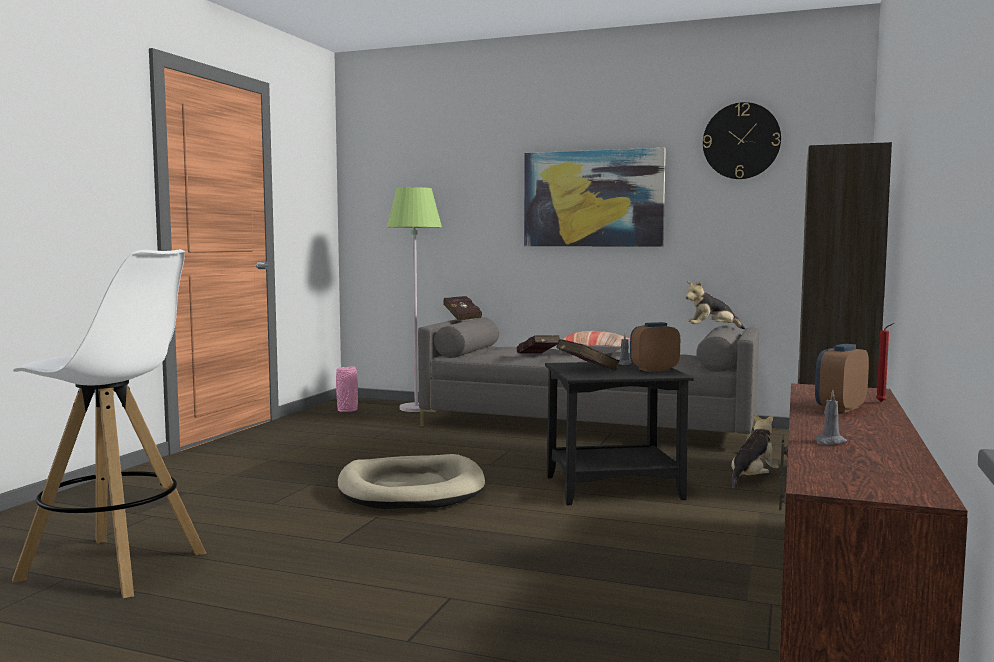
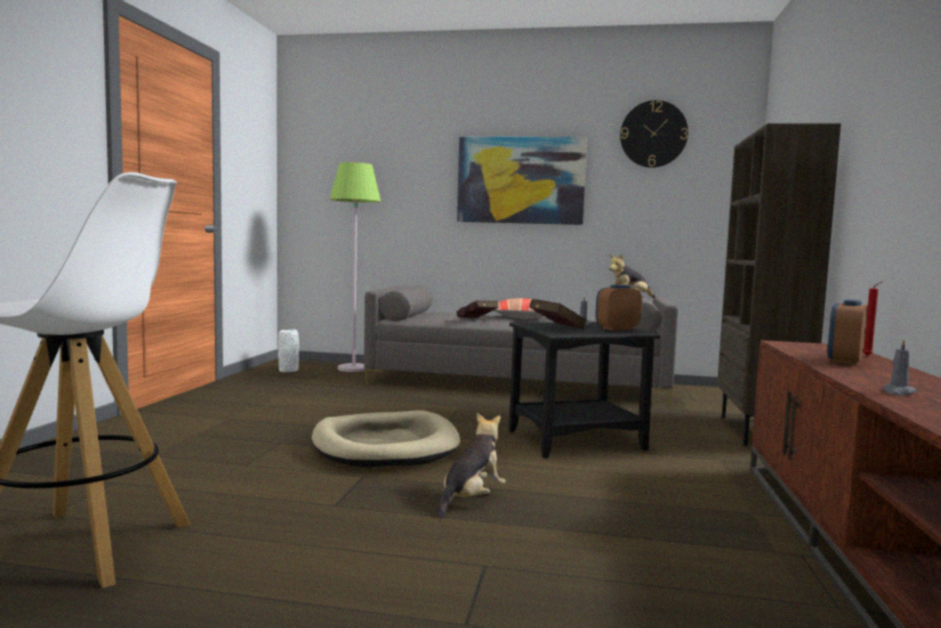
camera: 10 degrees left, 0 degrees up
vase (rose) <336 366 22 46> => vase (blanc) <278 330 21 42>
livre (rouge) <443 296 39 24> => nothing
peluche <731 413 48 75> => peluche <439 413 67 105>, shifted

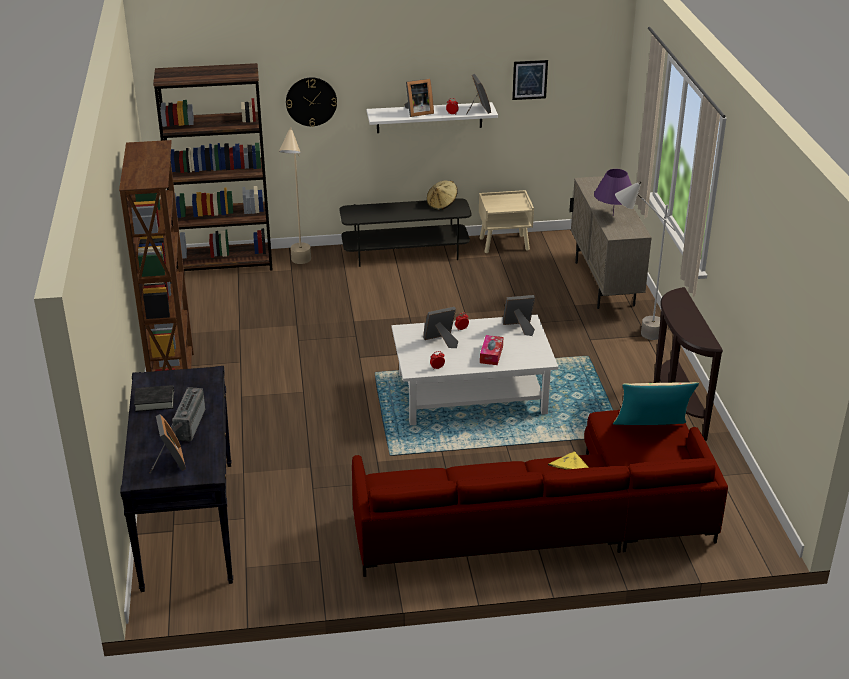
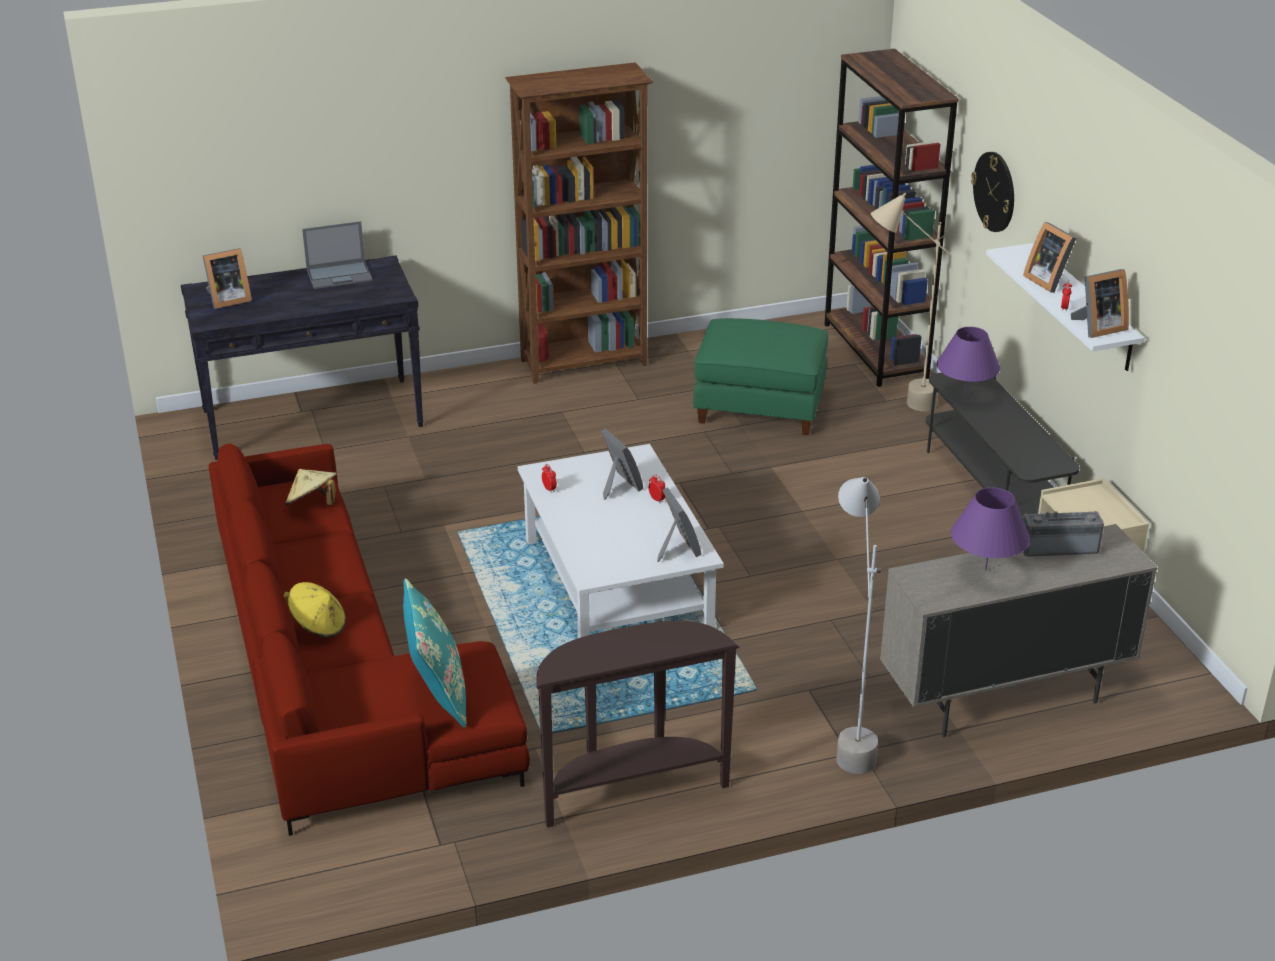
camera: 80 degrees right, 0 degrees up
livre (noir) <134 385 40 27> => ordinateur portable <302 221 71 68>
radio <171 387 35 54> => radio <1023 511 81 45>, shifted
chapeau (beige) <427 180 31 30> => chapeau (beige) <285 469 52 36>, shifted
boîte à mouchoirs <480 335 23 30> => nothing
tableau <512 60 36 40> => nothing
coussin (beige) <613 382 86 43> => coussin (turquoise) <403 578 63 150>
nothing => pouf (vert) <693 318 135 117>
nothing => lampe de table (violet) <937 327 63 69>

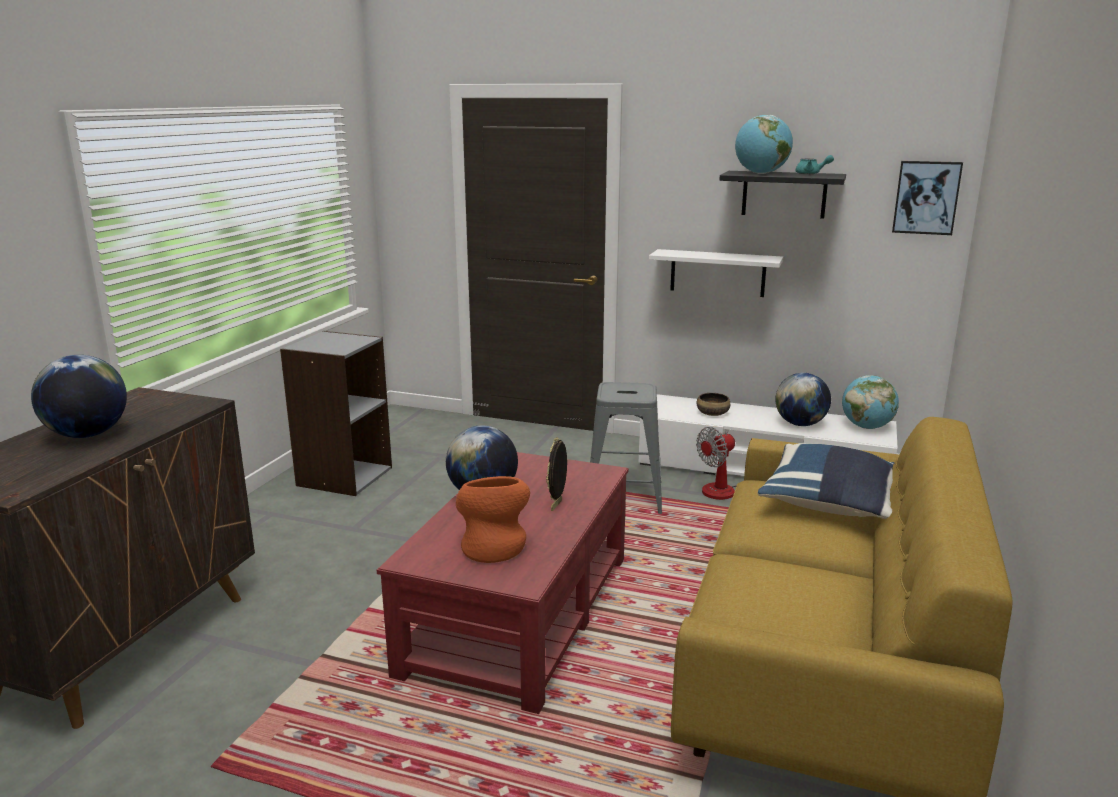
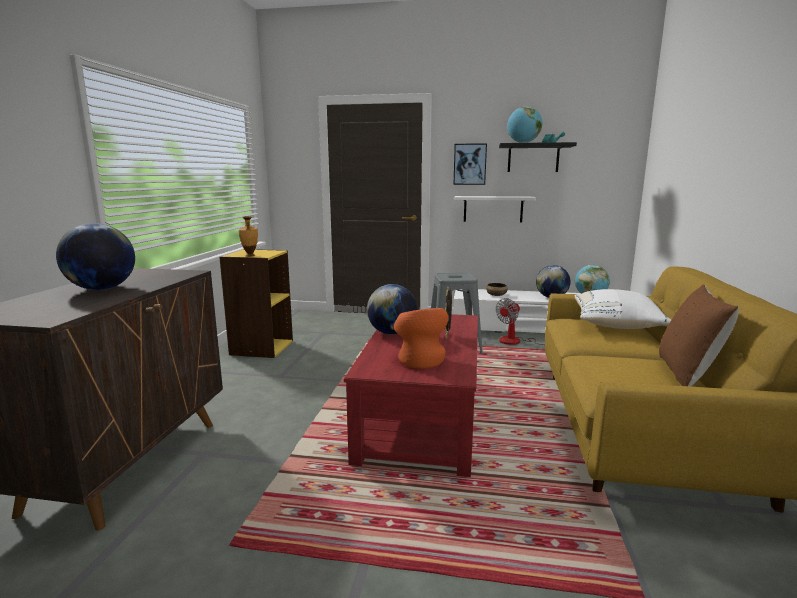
camera: 10 degrees left, 5 degrees down
bibliothèque (gris) <280 331 112 165> => bibliothèque (jaune) <219 249 74 109>
coussin (bleu) <758 443 137 76> => coussin (blanc) <575 289 96 40>
tableau <892 161 71 74> => tableau <453 143 34 42>, shifted
nothing => vase <239 216 19 41>
nothing => coussin (marron) <659 285 80 102>

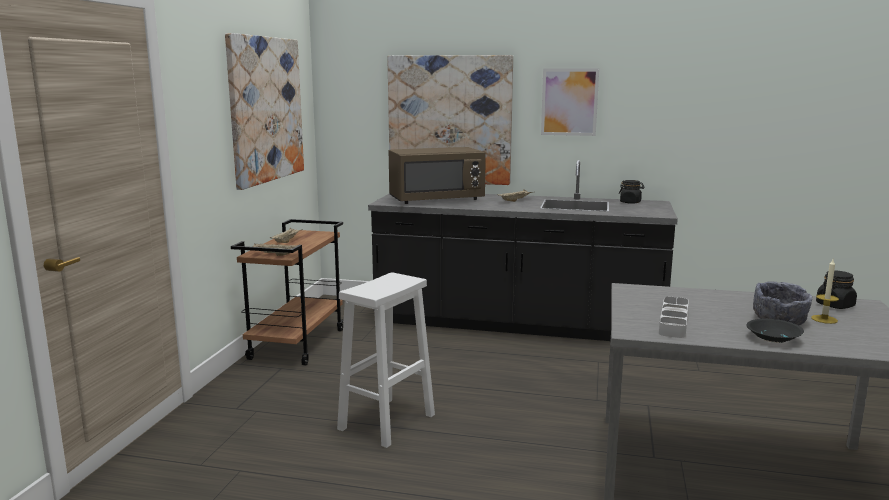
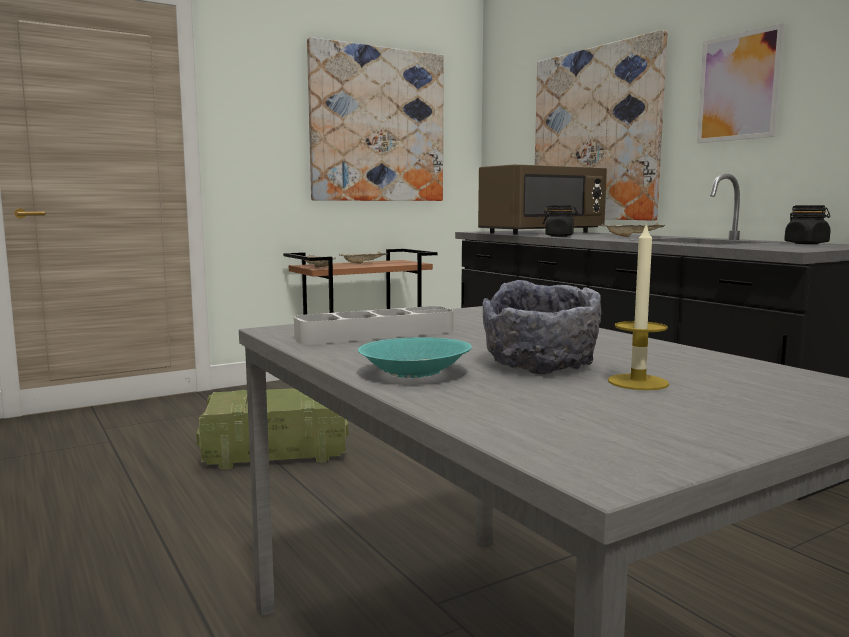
camera: 45 degrees right, 5 degrees down
tabouret (blanc) <337 272 98 176> => caisse <196 388 153 81>
micro-ondes (marron) <389 147 97 57> => micro-ondes (marron) <478 164 129 71>, 60 degrees counterclockwise
bol (noir) <746 319 58 24> => bol (turquoise) <358 337 114 41>
bocal (noir) <816 270 41 39> => bocal (noir) <543 205 35 32>, shifted

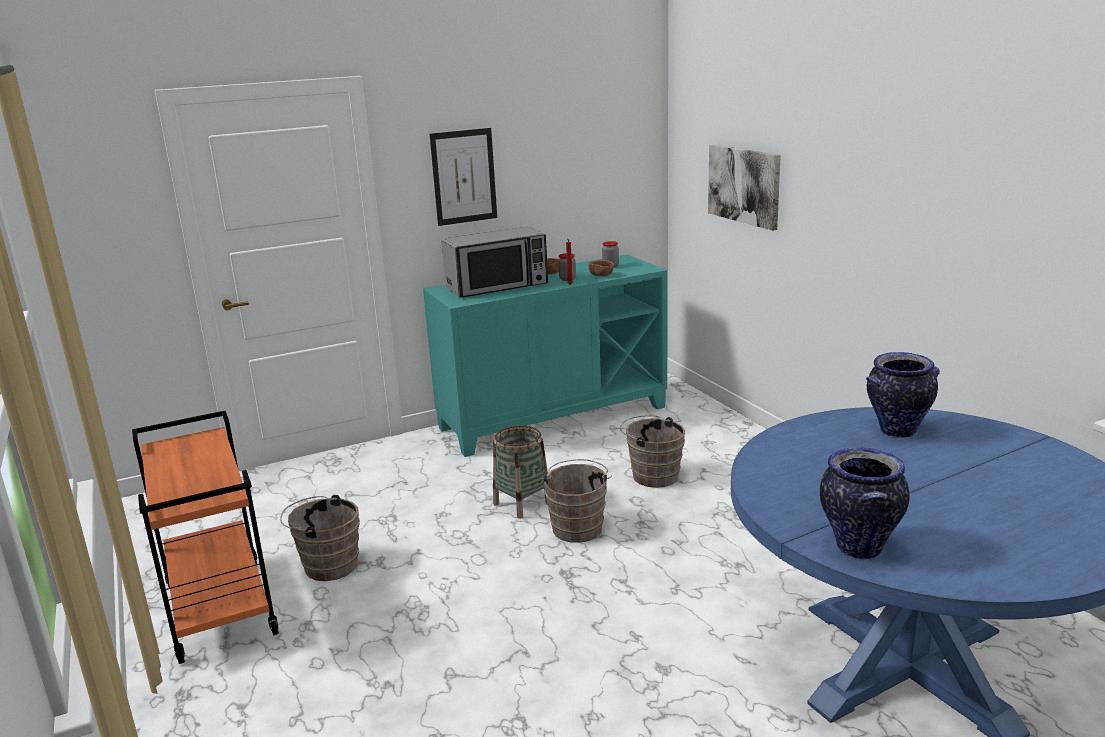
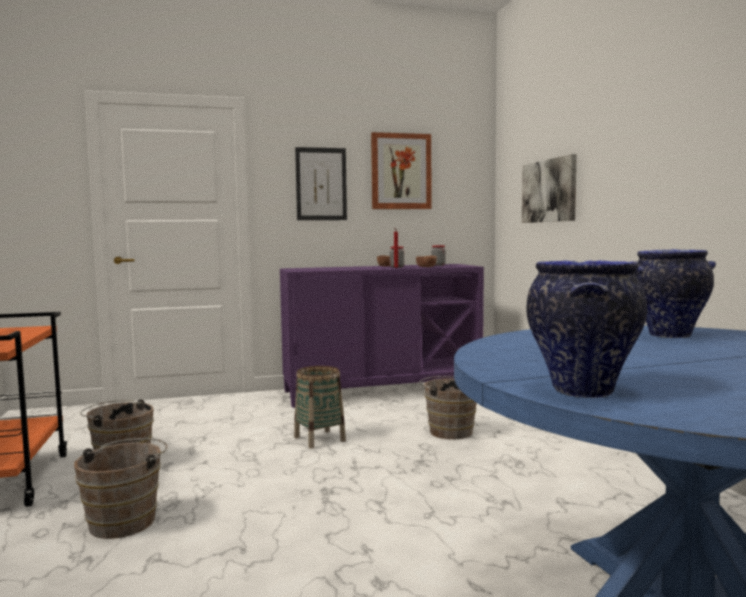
camera: 10 degrees right, 15 degrees down
meuble de rangement (turquoise) <423 255 244 202> => meuble de rangement (violet) <280 264 204 144>
micro-ondes <442 227 106 71> => nothing
seau (marron) <541 459 71 84> => seau (marron) <74 438 93 101>, shifted
nothing => tableau <371 132 60 77>

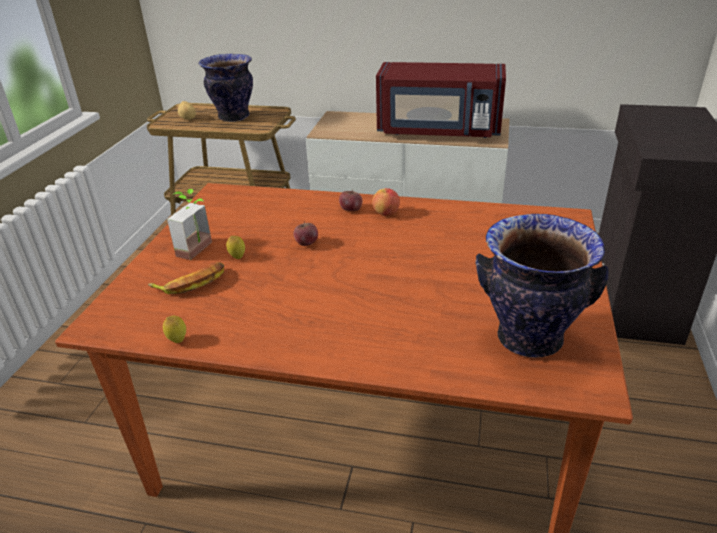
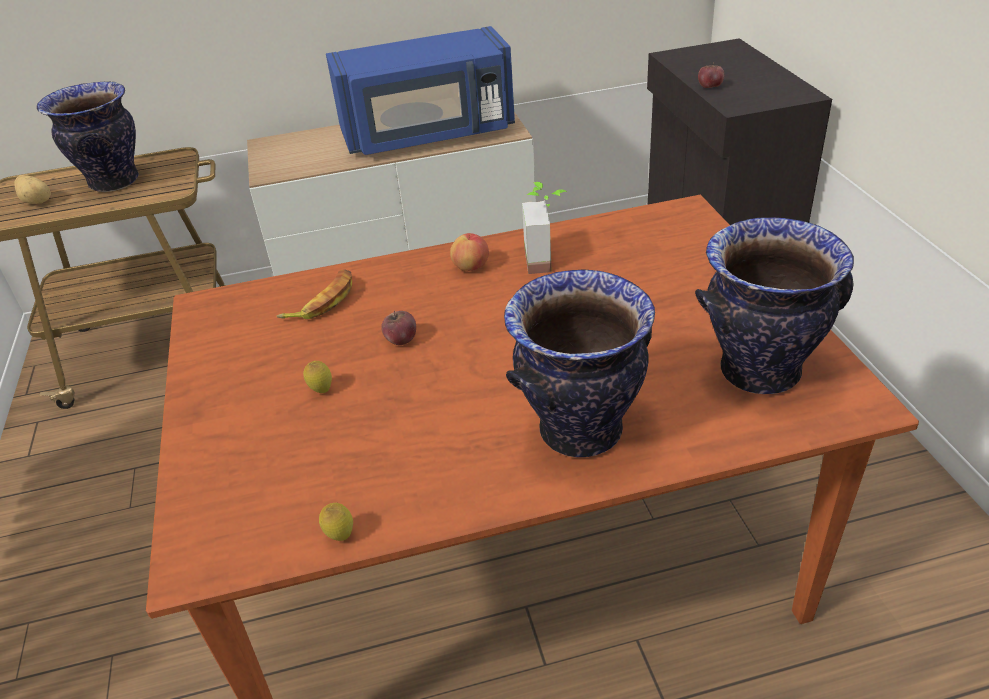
camera: 25 degrees left, 5 degrees up
banane <148 262 76 32> => banane <276 269 76 50>, shifted
plante en pot <167 189 45 71> => plante en pot <522 182 45 92>, shifted
pomme <339 189 23 22> => pomme <698 62 26 26>, shifted
micro-ondes (rouge) <376 62 130 76> => micro-ondes (bleu) <326 26 189 129>
nothing => vase <504 269 151 188>

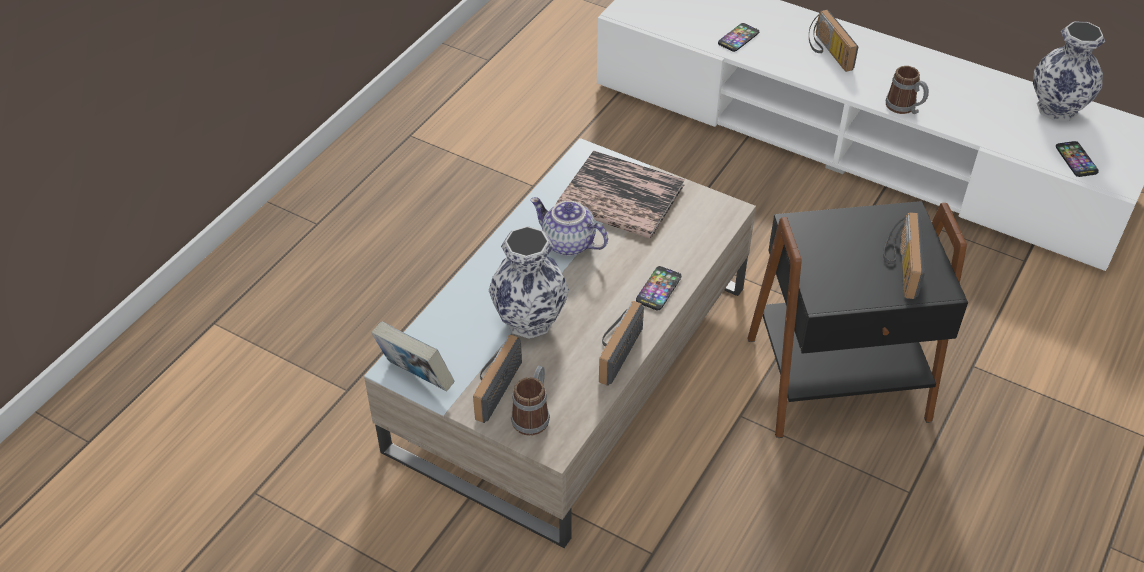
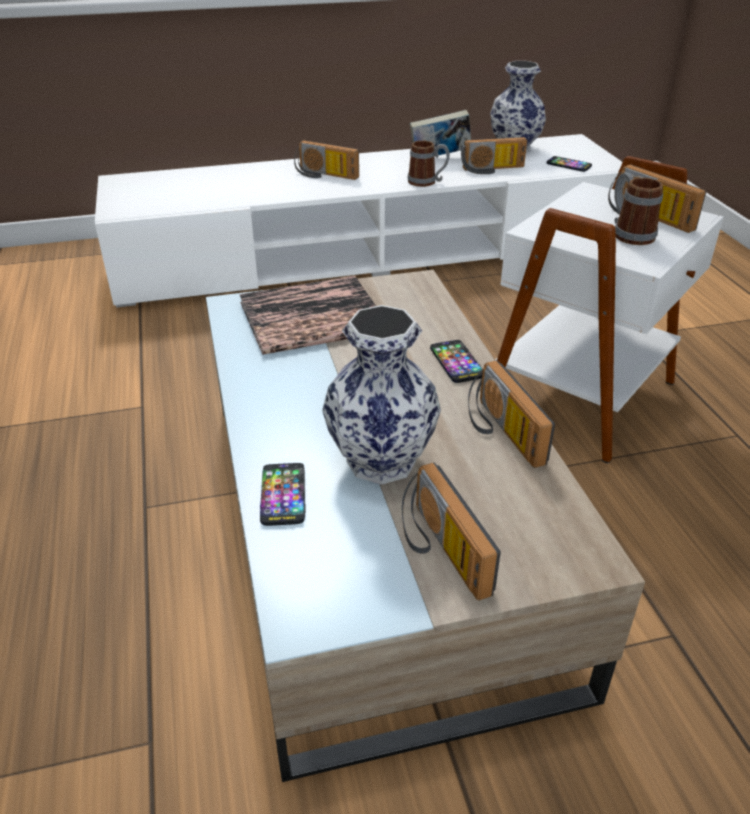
camera: 45 degrees left, 10 degrees down
livre <371 322 83 69> => livre <410 110 61 45>, shifted
mug <511 365 39 71> => mug <614 173 49 72>, shifted
théière <530 197 78 59> => nothing
téléphone <718 23 41 29> => téléphone <260 463 46 63>, shifted
table d'appoint (noir) <747 201 221 237> => table d'appoint (blanc) <495 156 229 307>
nothing => radio <461 137 66 37>

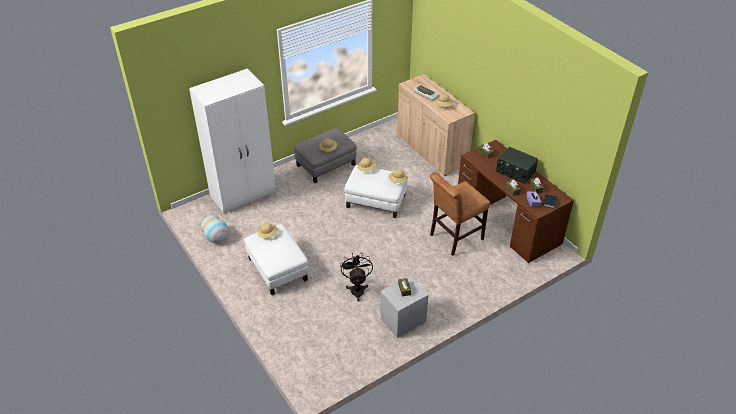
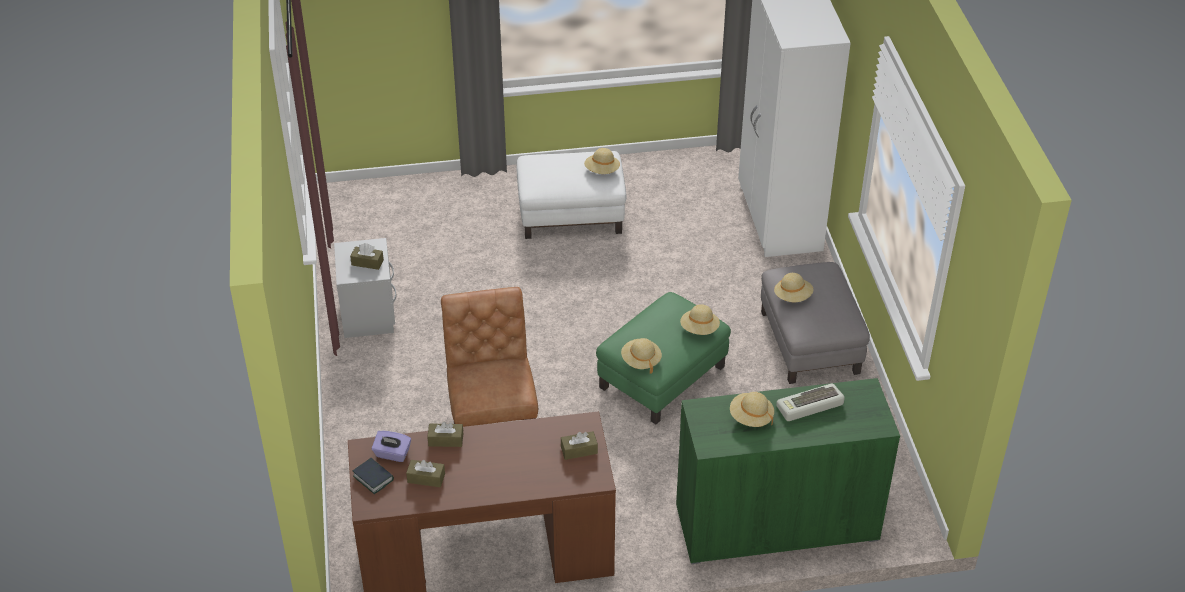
camera: 115 degrees right, 0 degrees up
vase <201 215 28 28> => nothing
ventilateur (noir) <340 253 33 49> => nothing
pouf (blanc) <344 165 64 53> => pouf (vert) <596 292 135 132>
meuble de rangement (beige) <397 74 78 102> => meuble de rangement (vert) <676 378 224 186>
radio <496 147 42 37> => nothing

